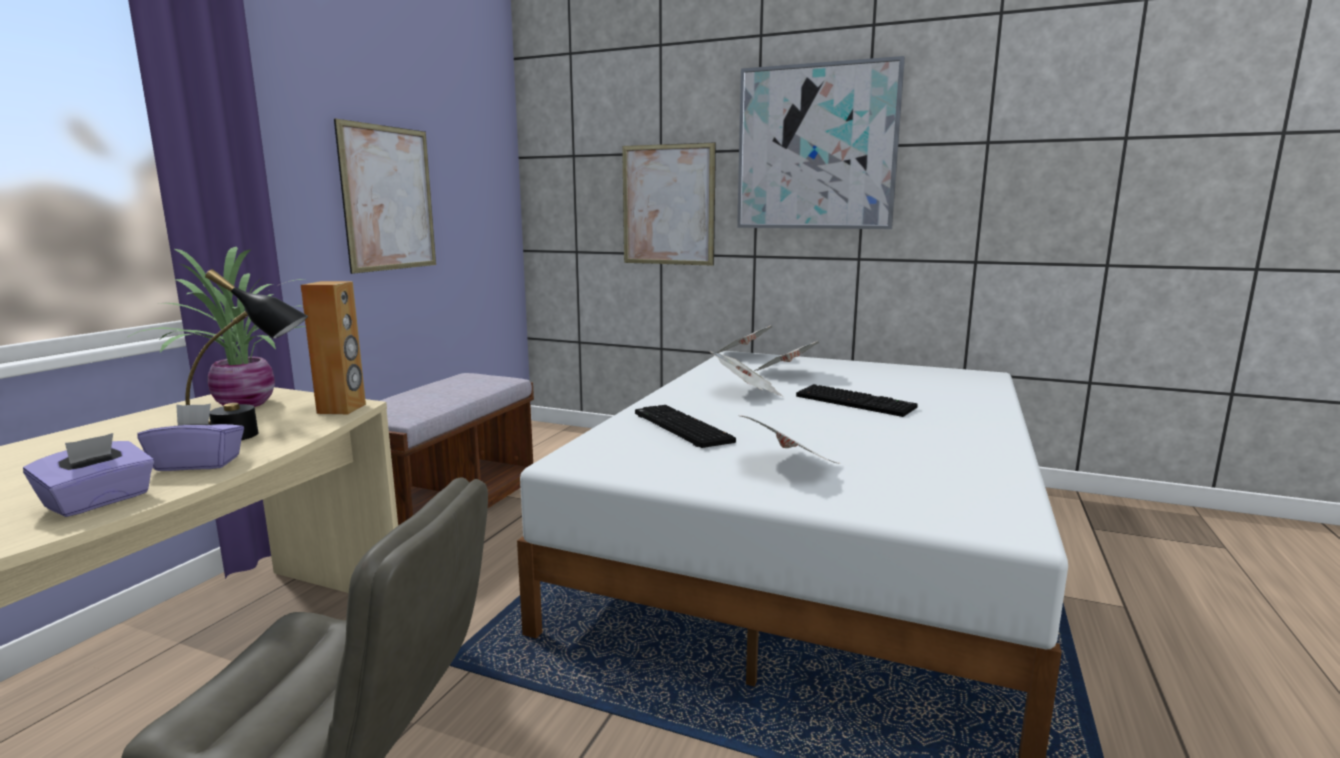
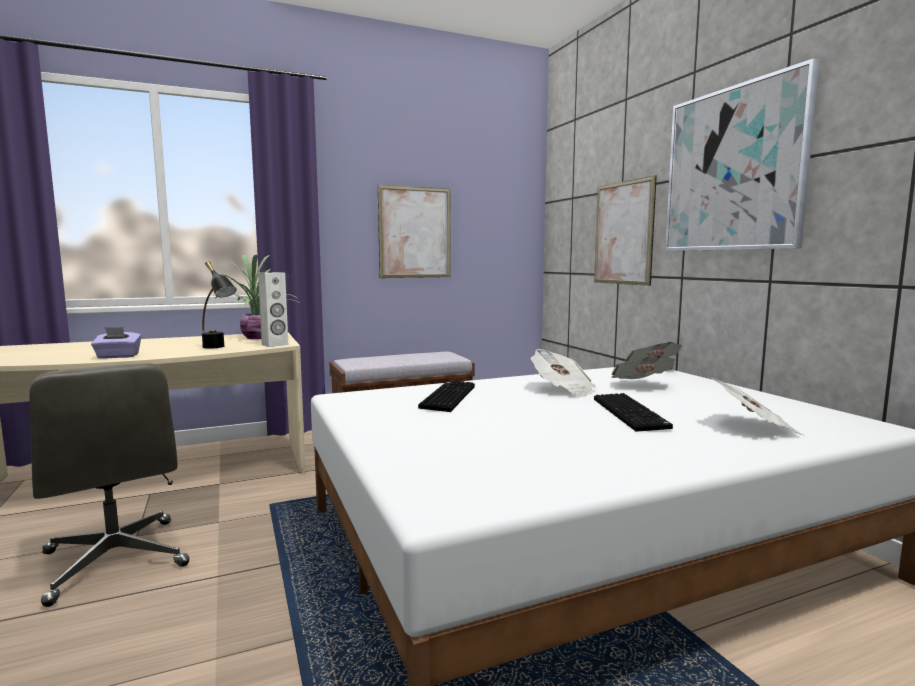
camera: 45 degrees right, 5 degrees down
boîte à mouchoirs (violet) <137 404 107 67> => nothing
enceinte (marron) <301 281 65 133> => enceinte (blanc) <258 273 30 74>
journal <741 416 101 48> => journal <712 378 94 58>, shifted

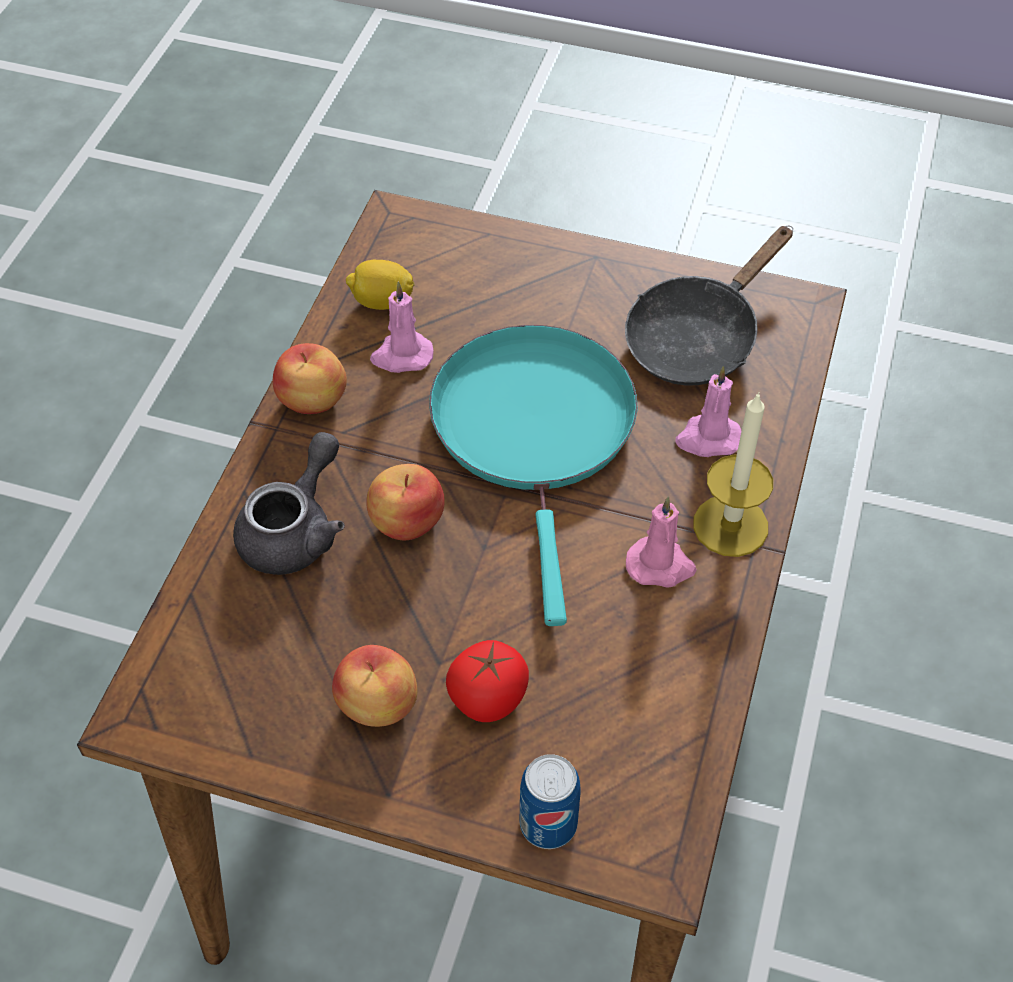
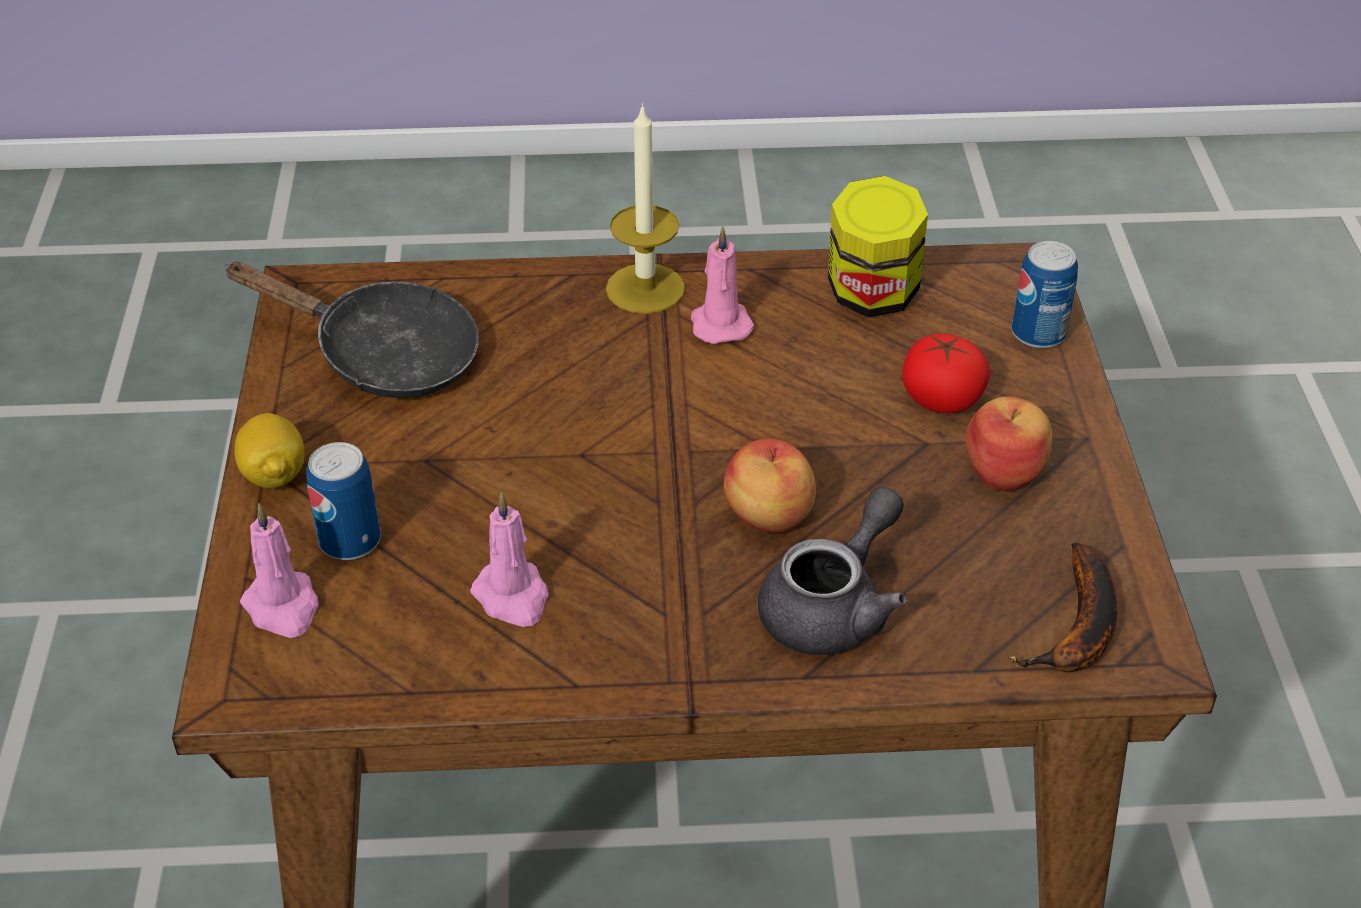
camera: 110 degrees left, 10 degrees down
théière (gris) <233 432 112 143> => théière (gris) <758 486 149 169>, 120 degrees clockwise
pomme <273 343 74 71> => nothing
citron <346 260 69 50> => citron <234 413 70 75>, shifted
poêle (turquoise) <429 325 209 301> => nothing
bougie (rose) <675 366 66 91> => bougie (rose) <240 503 79 135>, shifted
nothing => boîte métallique <306 442 75 118>
nothing => bocal <828 176 100 142>
nothing => banane <1007 543 110 129>

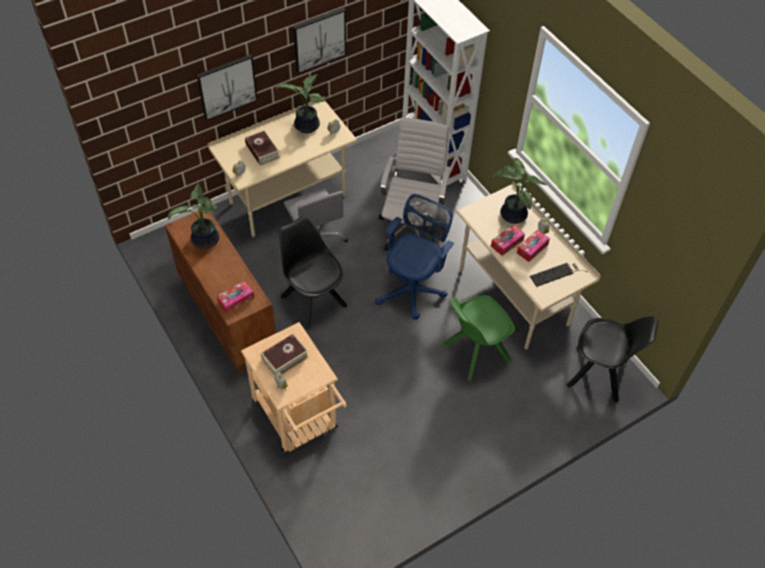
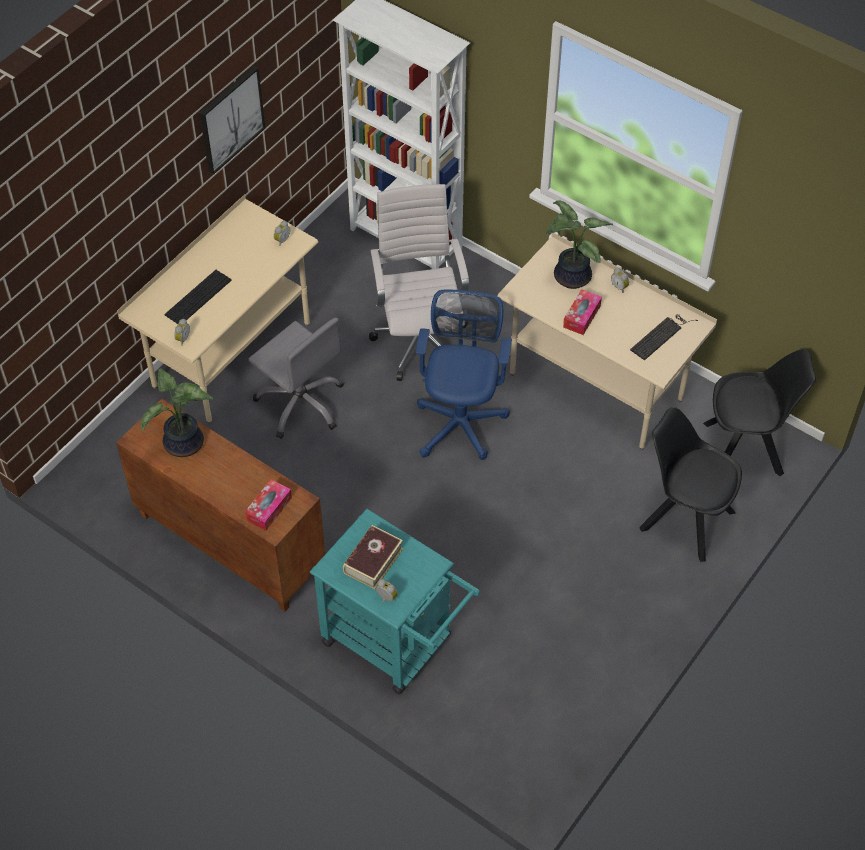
camera: 20 degrees left, 0 degrees up
tableau <197 54 61 67> => nothing
chariot (beige) <241 322 106 133> => chariot (turquoise) <310 509 170 185>
livre <245 130 35 36> => clavier <164 270 68 54>
plante en pot <276 74 49 59> => nothing
chaise (noir) <279 217 68 112> => chaise (noir) <639 407 103 155>, shifted
chaise (vert) <443 295 72 86> => nothing
boîte à mouchoirs <517 230 33 32> => nothing

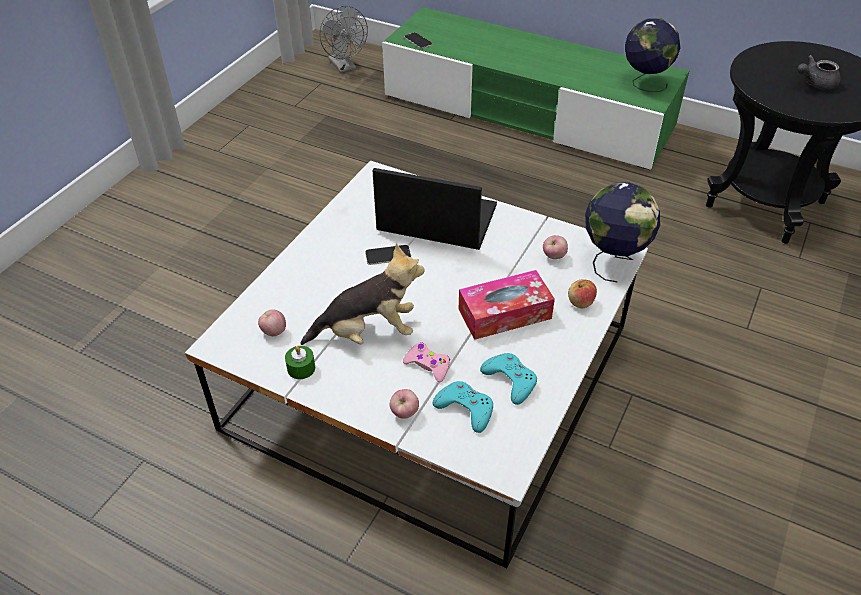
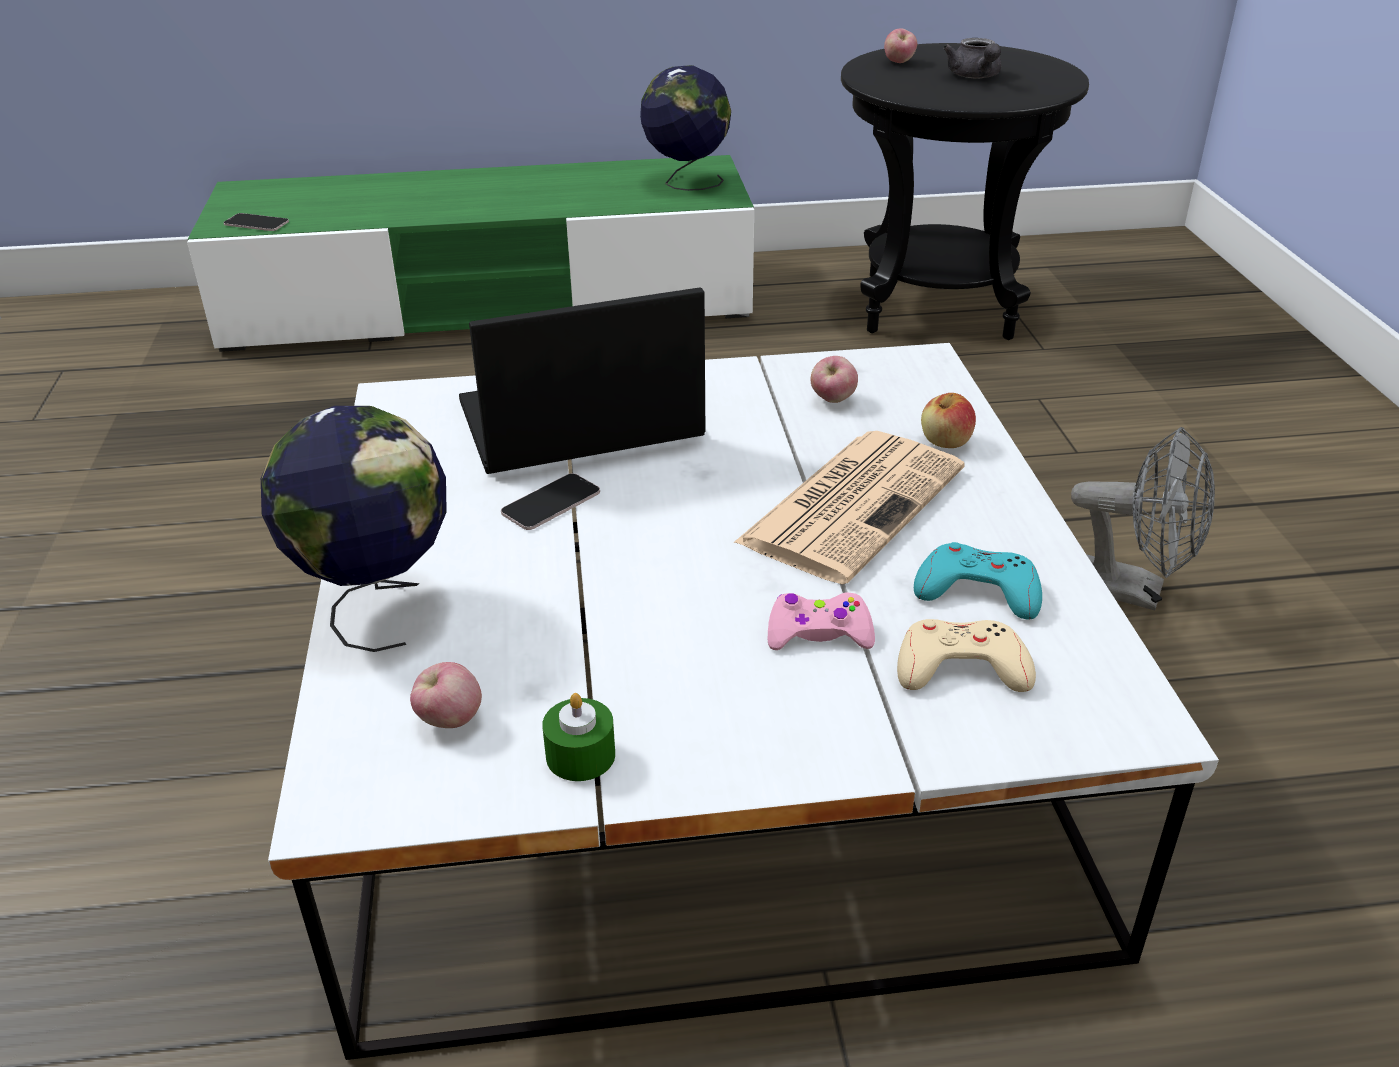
camera: 35 degrees left, 10 degrees down
peluche <301 244 123 101> => nothing
ventilateur (gris) <319 6 49 67> => ventilateur (gris) <1071 427 144 184>, shifted
pomme <390 389 29 30> => pomme <884 28 33 35>, shifted
manette (turquoise) <433 381 60 52> => manette (beige) <897 619 139 73>
boîte à mouchoirs <459 270 96 70> => journal <733 431 231 153>
globe <585 183 75 100> => globe <261 406 186 246>, shifted
théière (gris) <797 55 44 34> => théière (gris) <943 38 58 41>, 45 degrees counterclockwise

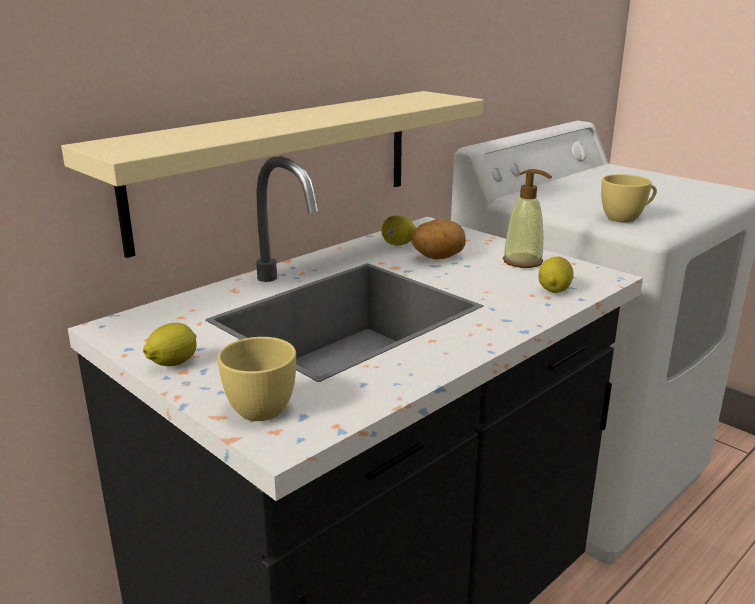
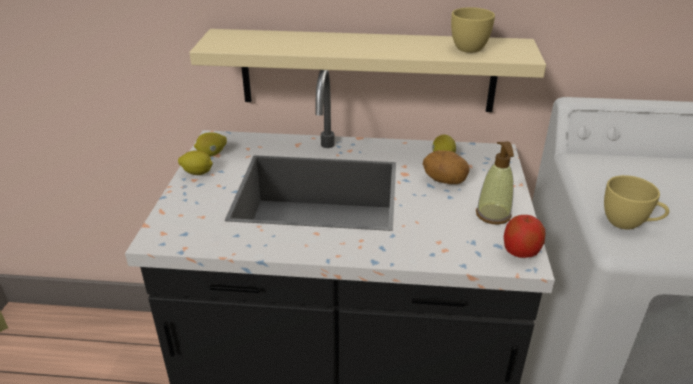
camera: 50 degrees right, 10 degrees up
tasse (jaune) <218 337 78 84> => tasse (jaune) <451 7 44 46>, shifted
citron <539 256 35 37> => citron <194 132 33 25>, shifted
nothing => pomme <504 215 41 43>

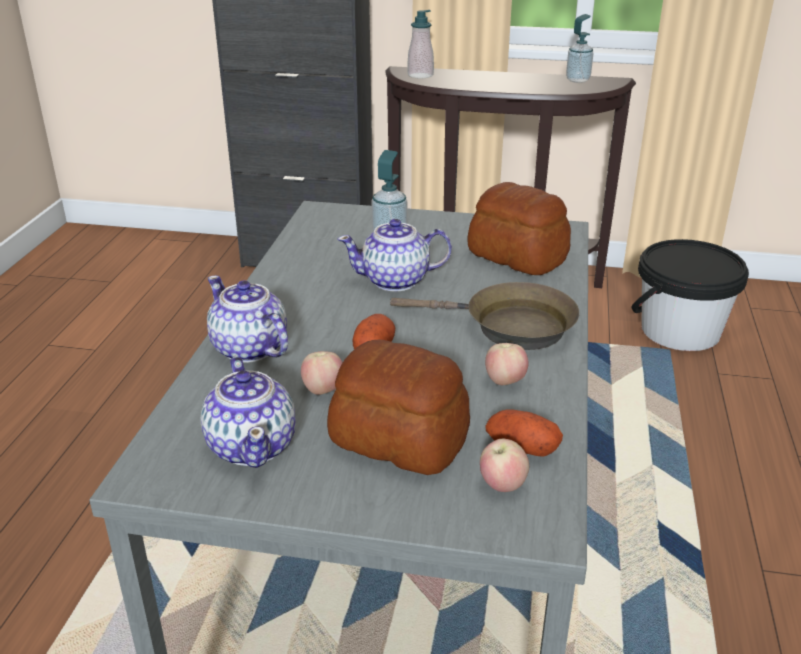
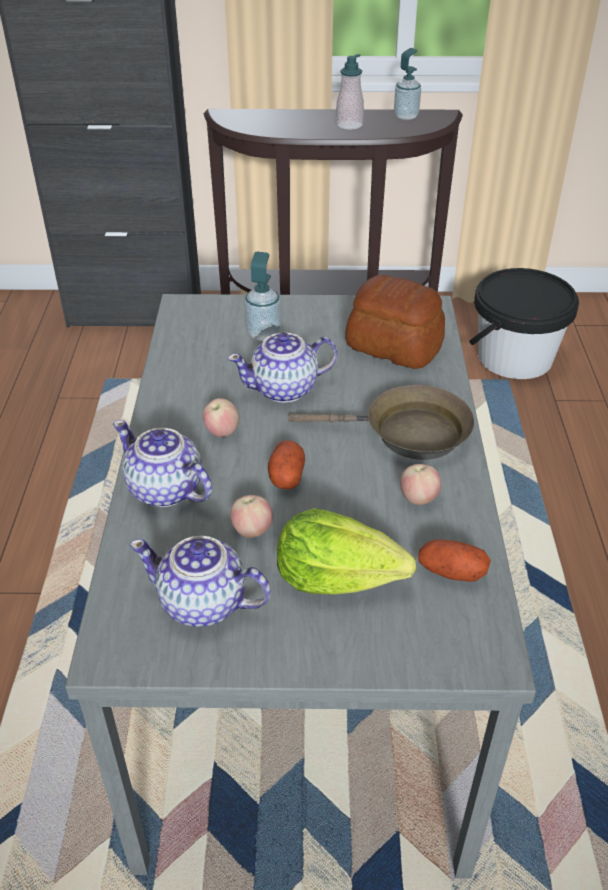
camera: 10 degrees left, 10 degrees up
théière <200 356 96 112> => théière <129 535 142 92>, 135 degrees clockwise
pain <327 340 143 135> => laitue <277 508 139 87>
distributeur de savon <407 10 27 69> => distributeur de savon <336 54 28 76>, shifted
pomme <480 439 49 53> => pomme <203 398 36 39>, shifted

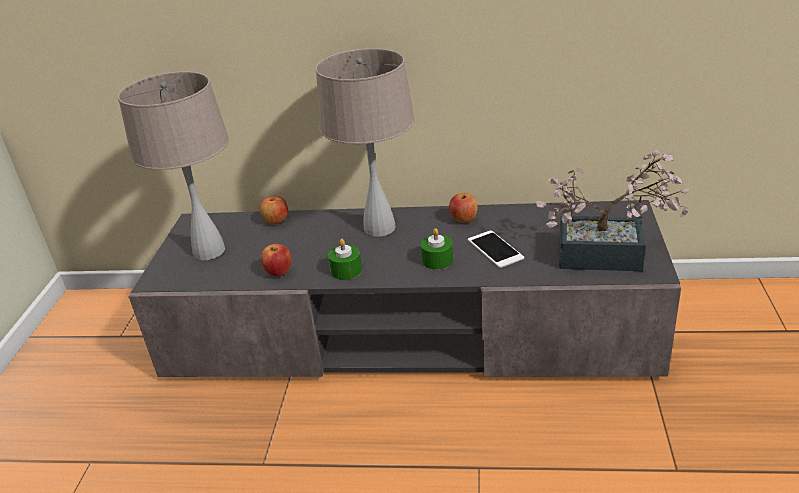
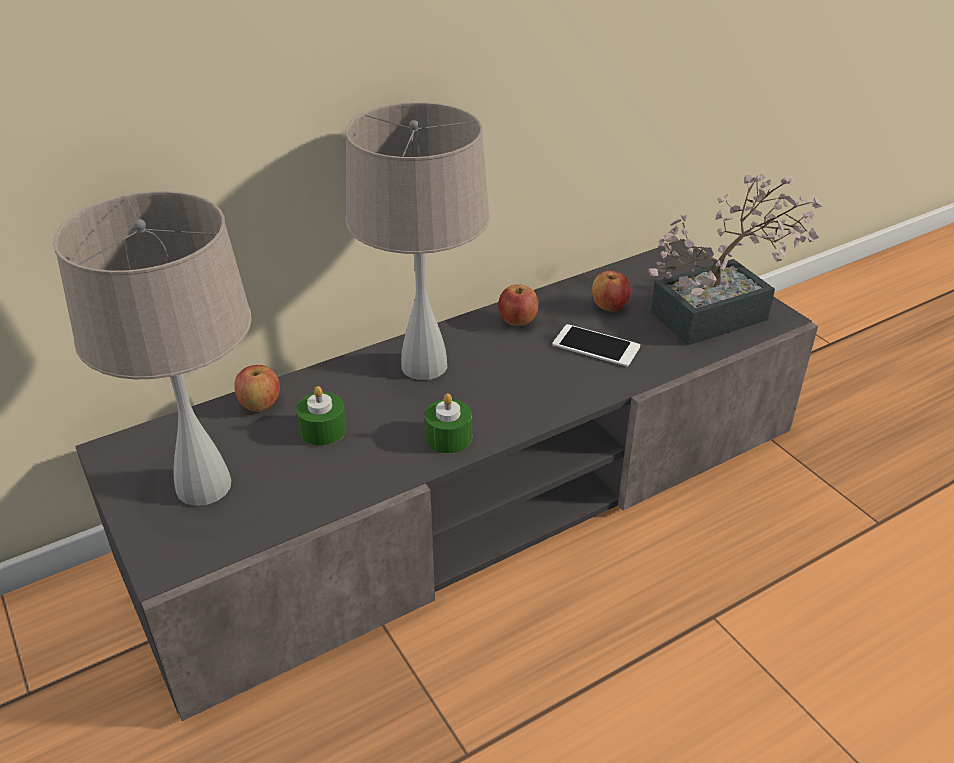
camera: 40 degrees left, 5 degrees up
pomme <261 244 31 33> => pomme <592 271 39 41>, shifted
bougie (vert) <421 228 32 42> => bougie (vert) <296 386 50 60>, shifted

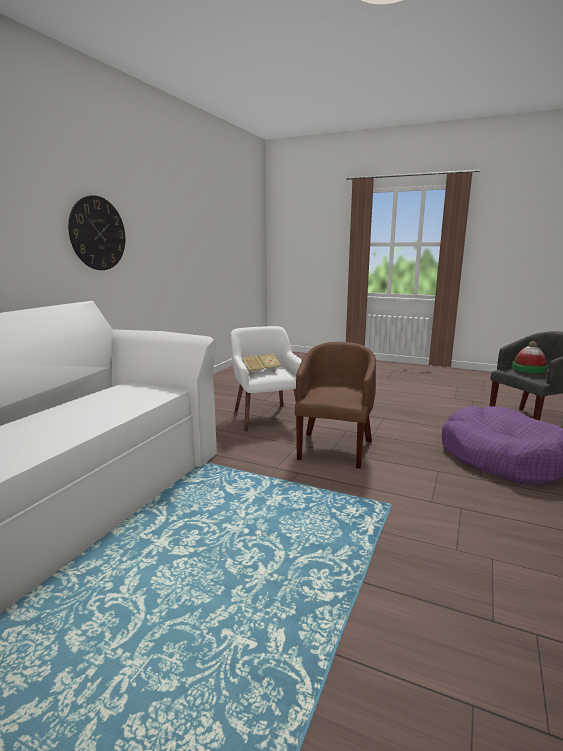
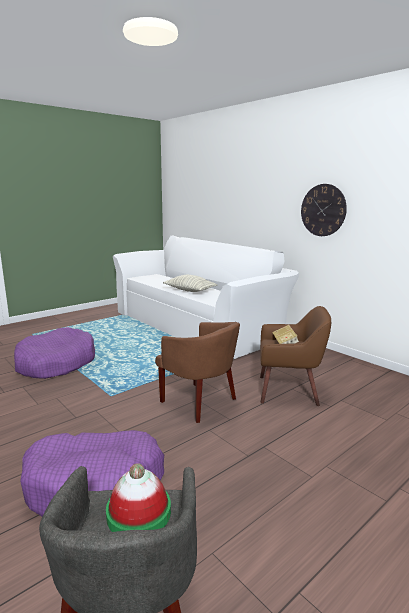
camera: 115 degrees right, 0 degrees up
fauteuil (blanc) <231 326 71 106> => fauteuil (marron) <260 306 71 100>
nothing => panier pour chien (violet) <14 327 81 52>
nothing => coussin <163 275 54 17>

